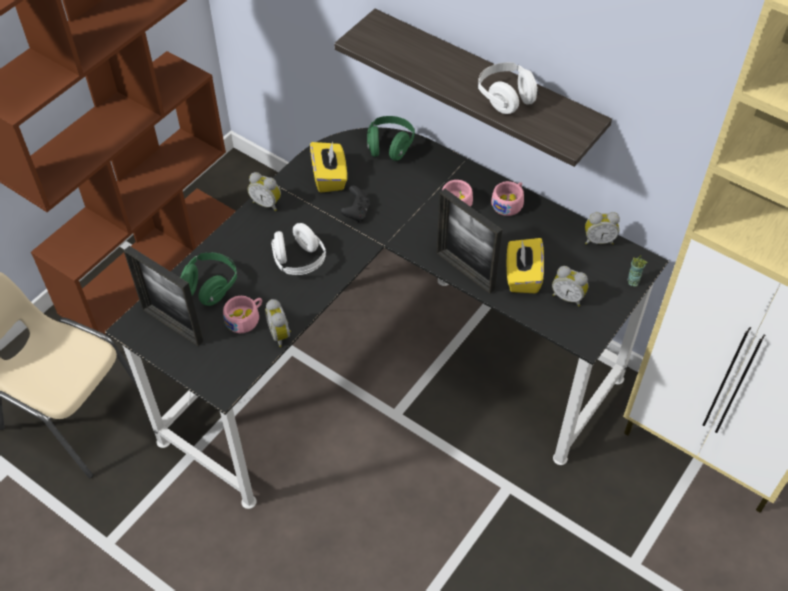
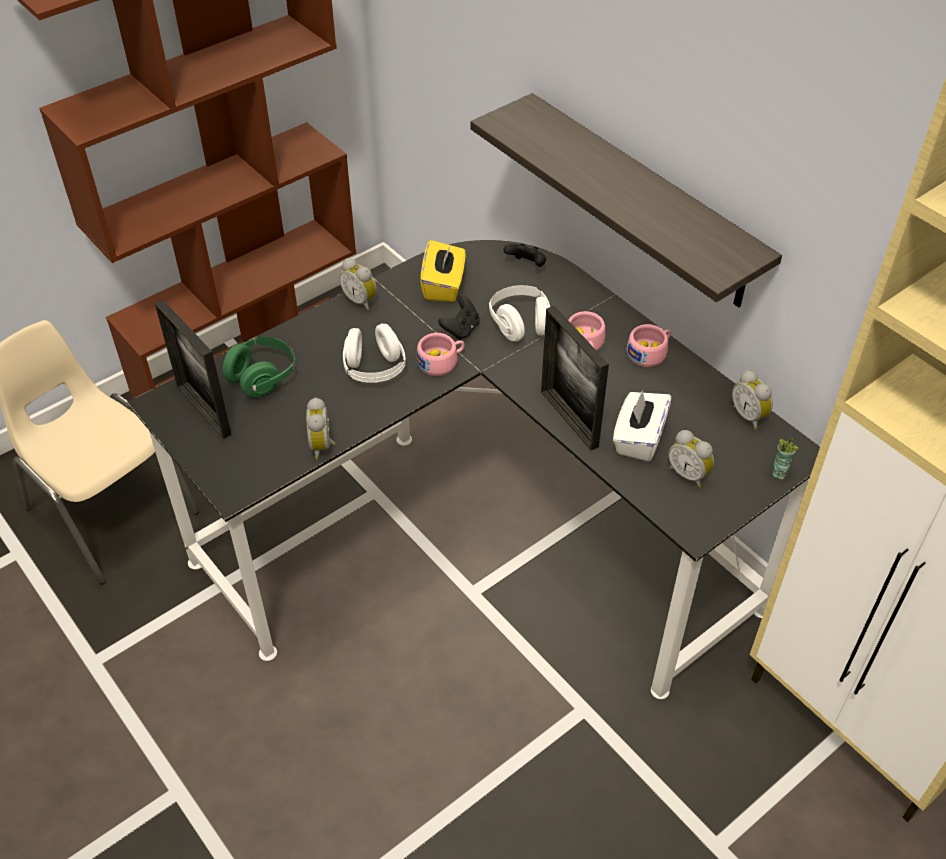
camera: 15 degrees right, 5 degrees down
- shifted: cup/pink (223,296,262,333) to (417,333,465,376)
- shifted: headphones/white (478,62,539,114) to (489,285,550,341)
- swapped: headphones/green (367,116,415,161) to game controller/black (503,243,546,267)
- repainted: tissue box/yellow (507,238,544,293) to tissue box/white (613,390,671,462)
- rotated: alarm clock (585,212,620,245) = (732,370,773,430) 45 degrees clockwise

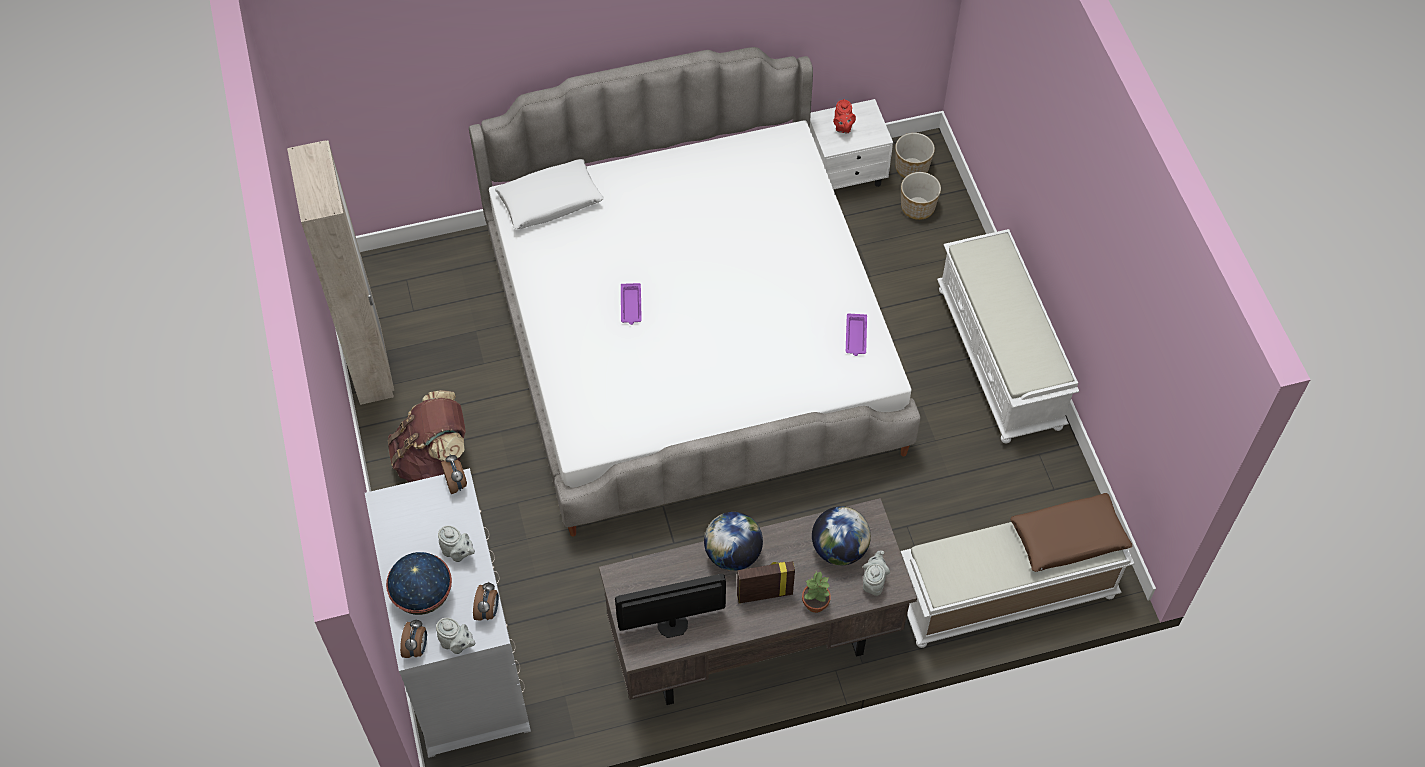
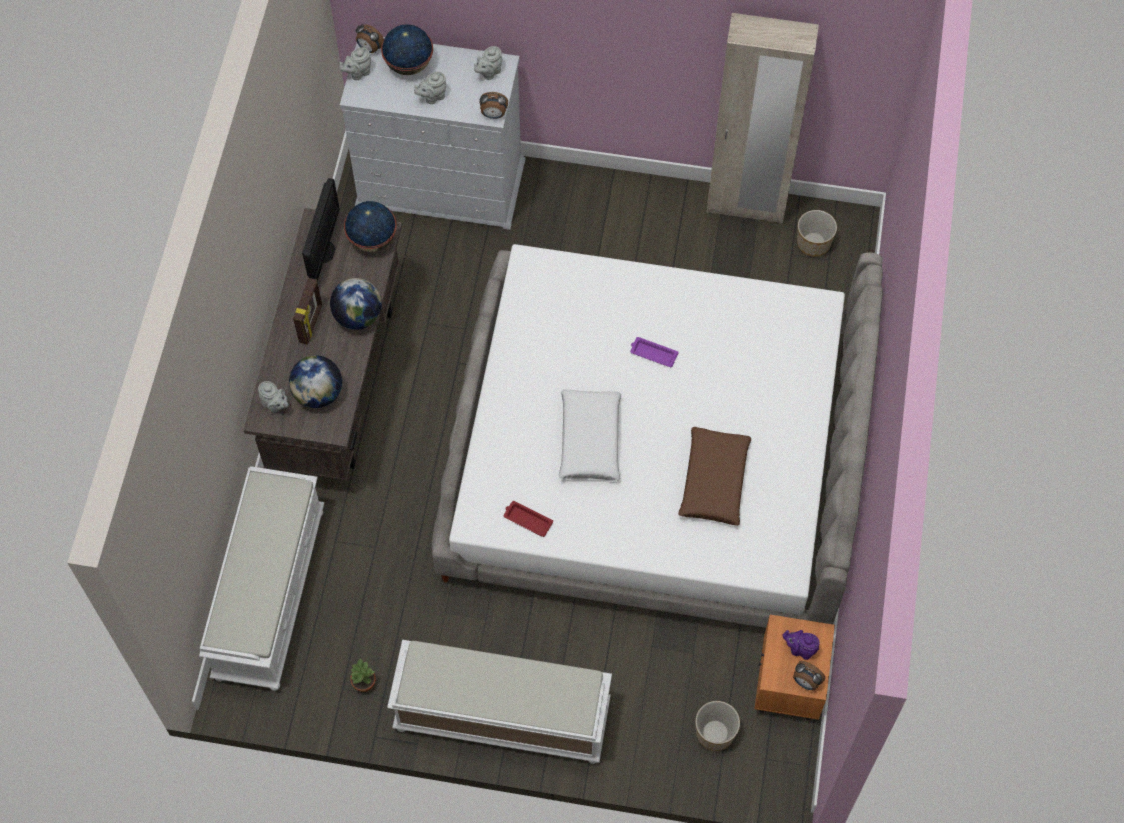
camera: 115 degrees right, 5 degrees up
- gone: backpack/brown (388,390,466,482)
- new: globe (344,201,397,252)
- new: teapot/grey (474,46,502,80)
- shifted: alarm clock (473,582,499,621) to (793,661,825,690)
- shifted: pillow/white (495,159,604,229) to (559,389,621,481)
- shifted: potted plant (802,571,831,613) to (350,658,376,692)
- shifted: planter (895,133,935,178) to (797,210,837,257)
- shifted: pillow/brown (1011,493,1132,572) to (678,427,752,526)
- repainted: nightstand/white (810,99,893,190) to nightstand/orange (754,615,835,720)
- repainted: teapot/red (833,99,856,134) to teapot/purple (782,630,819,660)
- repainted: tray/purple (846,314,867,356) to tray/red (504,501,553,537)

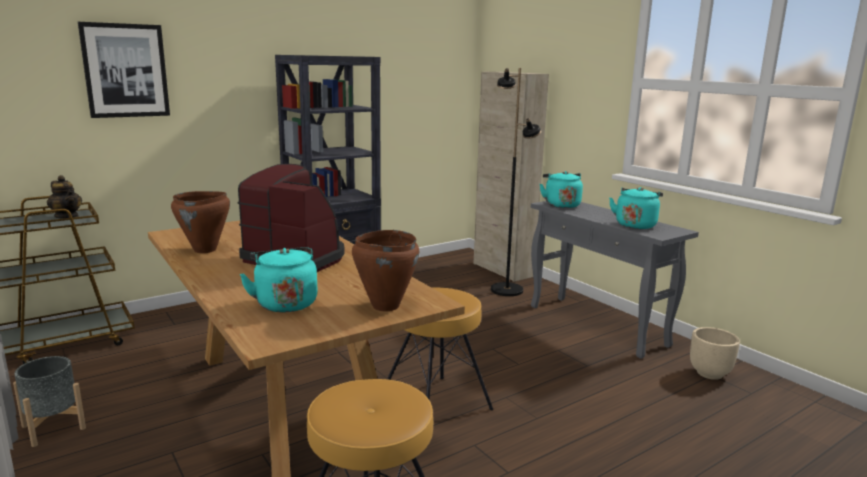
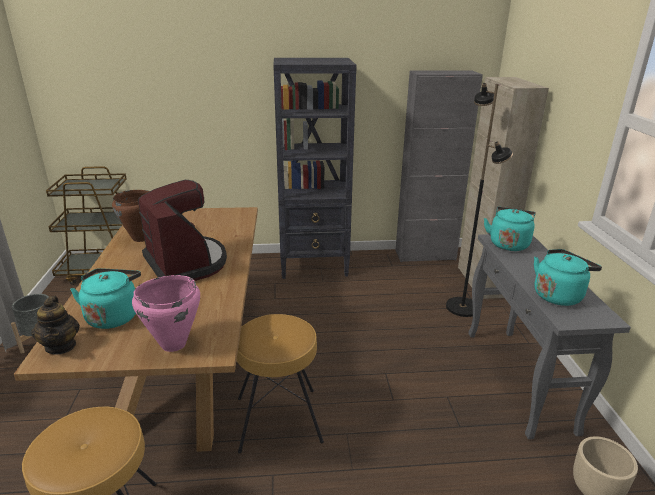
camera: 30 degrees right, 10 degrees up
- gone: picture (78,22,170,118)
- new: cabinet/grey (395,70,483,262)
- shifted: teapot (47,175,82,219) to (31,296,80,355)
- repainted: cooking pot/brown (352,230,419,311) to cooking pot/pink (132,275,200,352)

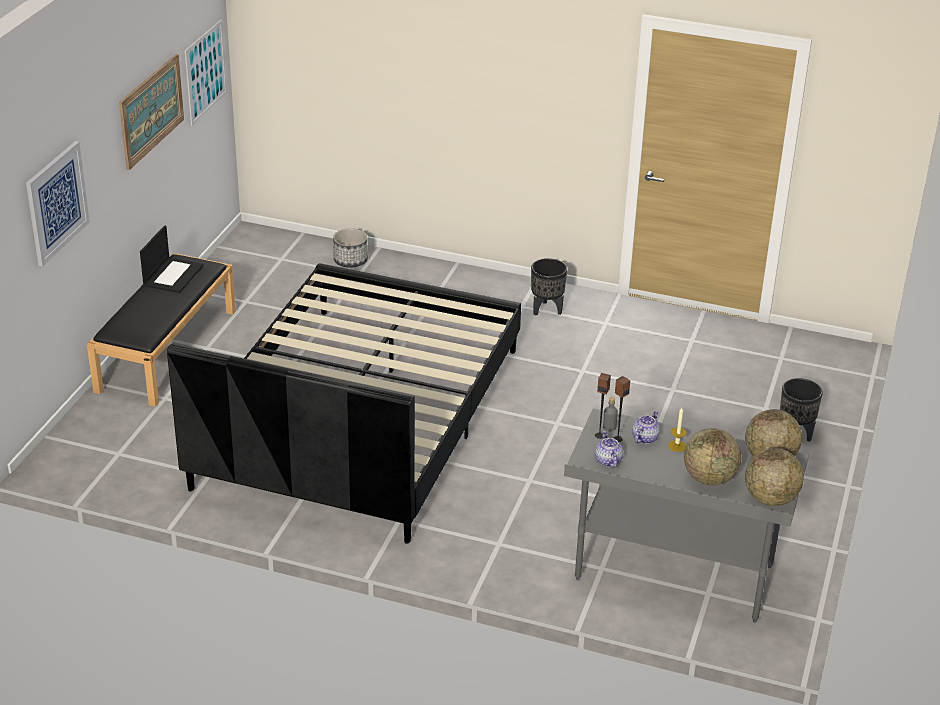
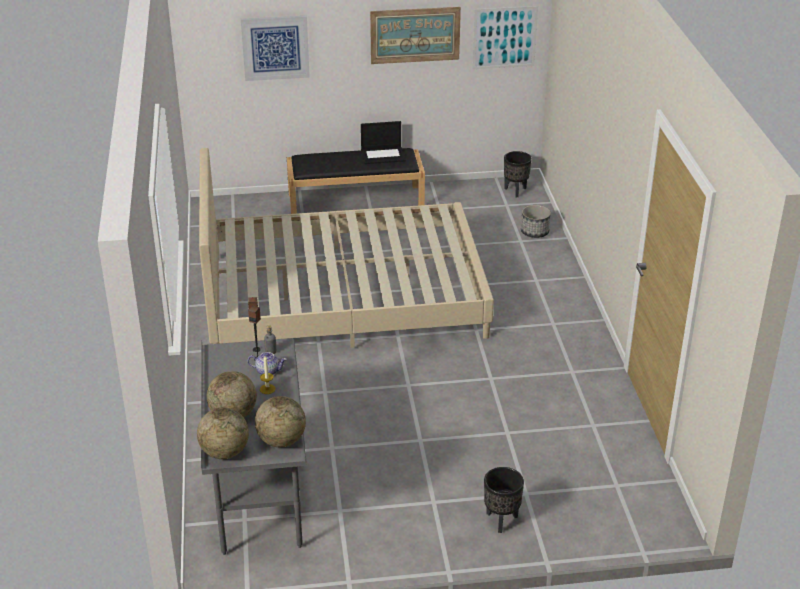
camera: 65 degrees right, 0 degrees up
- gone: teapot (595,431,623,468)
- shifted: planter/black (531,258,567,316) to (504,151,532,197)
- repainted: bed/black (167,263,521,544) to bed/beige (199,148,494,348)

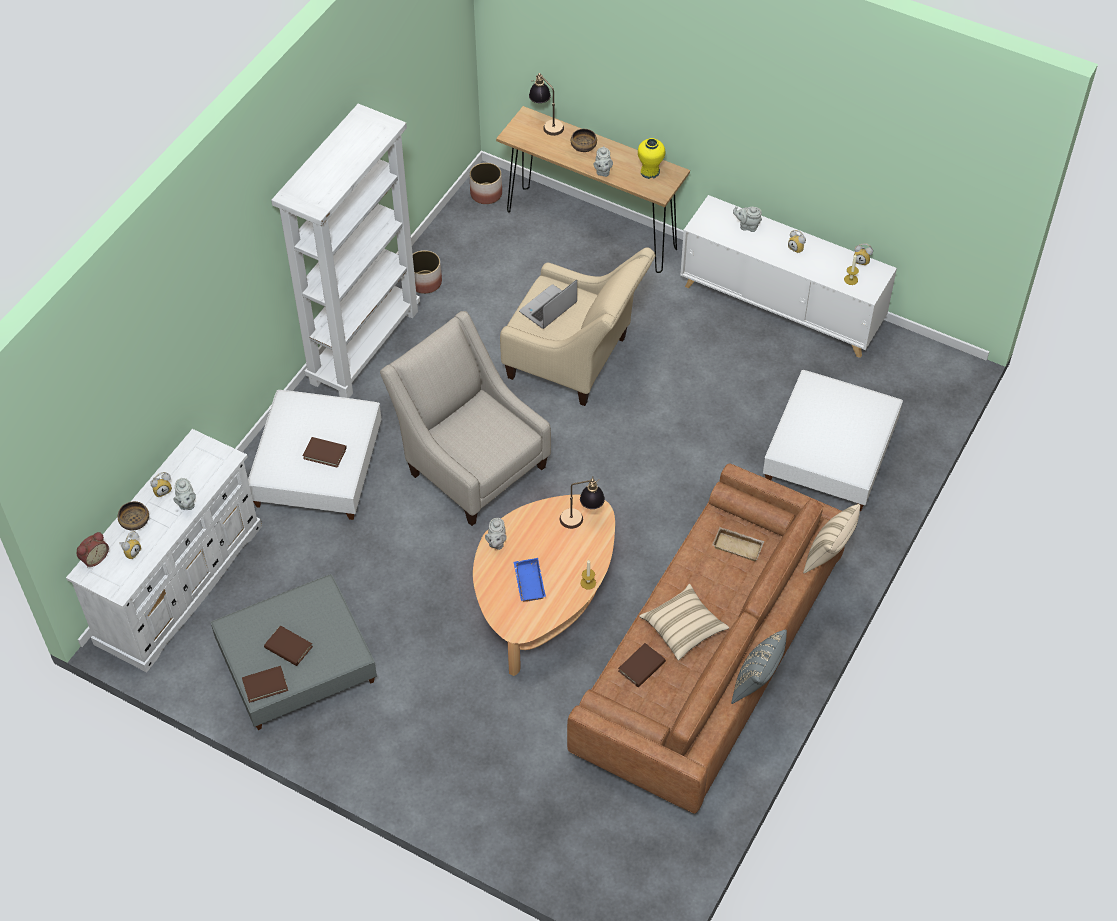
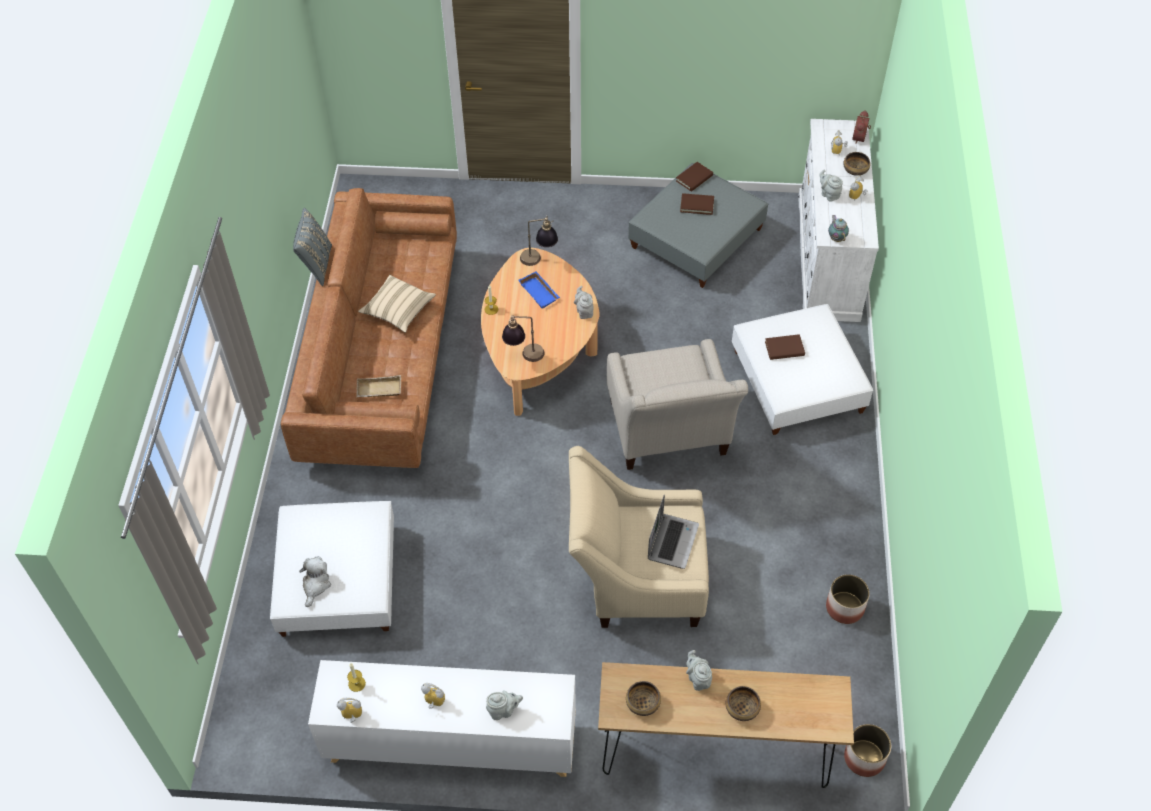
camera: 155 degrees right, 0 degrees up
- gone: bookcase/white (271,104,420,398)
- gone: book/brown (618,643,666,687)
- gone: pillow/beige (803,504,860,574)
- new: plush toy (299,556,331,607)
- new: teapot (828,215,849,242)
- shifted: table lamp (529,73,564,136) to (520,216,558,266)
- swapped: vase/yellow (638,138,666,179) to bowl (626,681,661,716)
- rotated: armchair/beige (380,311,551,526) = (607,339,748,470) 60 degrees clockwise

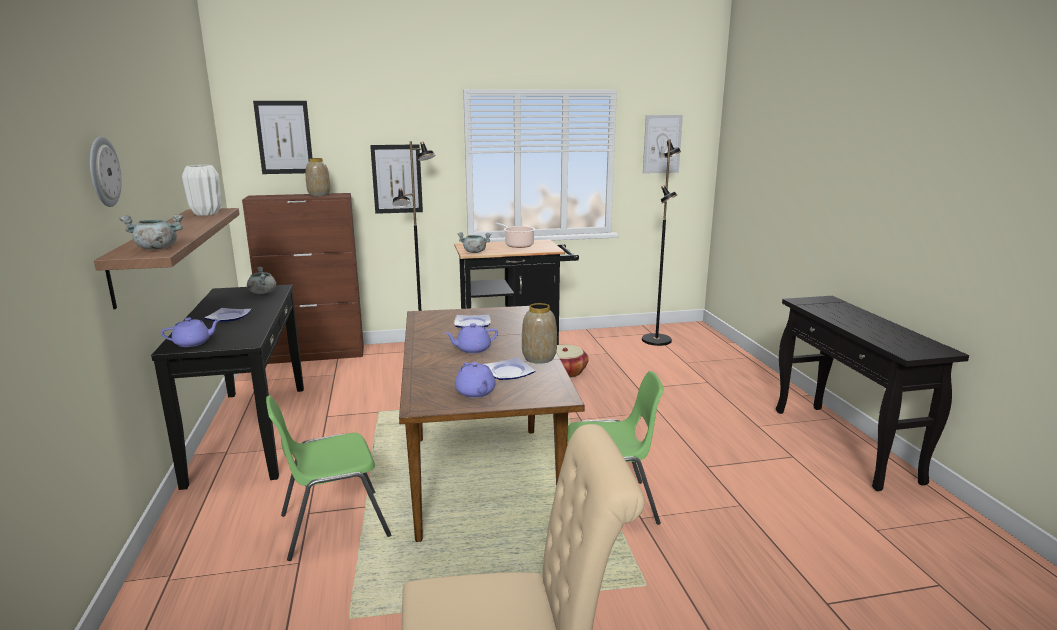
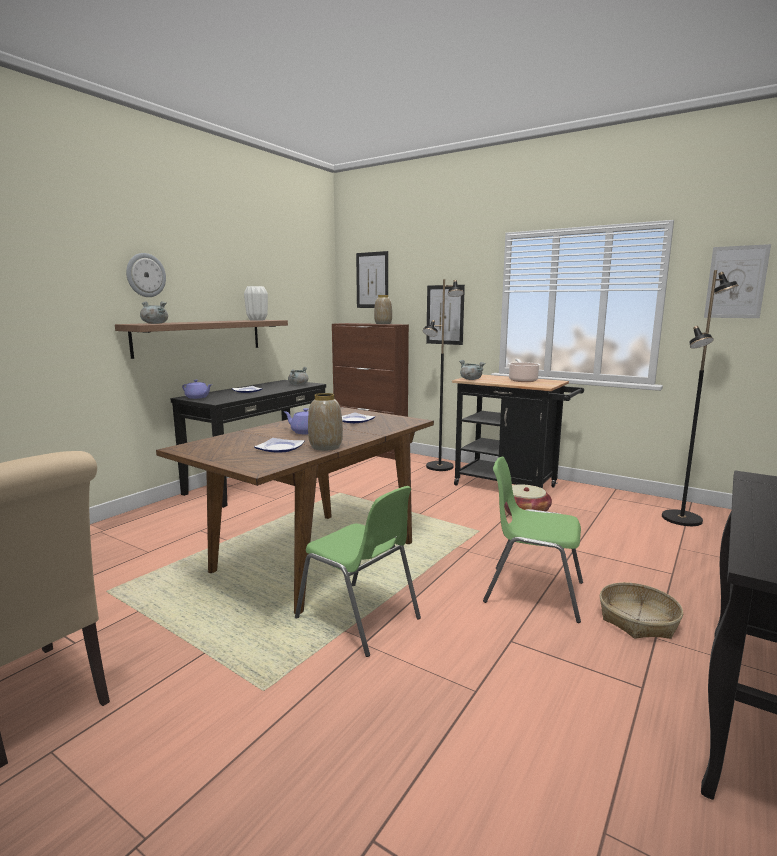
camera: 45 degrees right, 5 degrees down
- gone: teapot/purple (455,362,495,398)
- new: basket (600,582,683,639)
- shifted: chair/green (266,395,392,561) to (483,456,583,623)

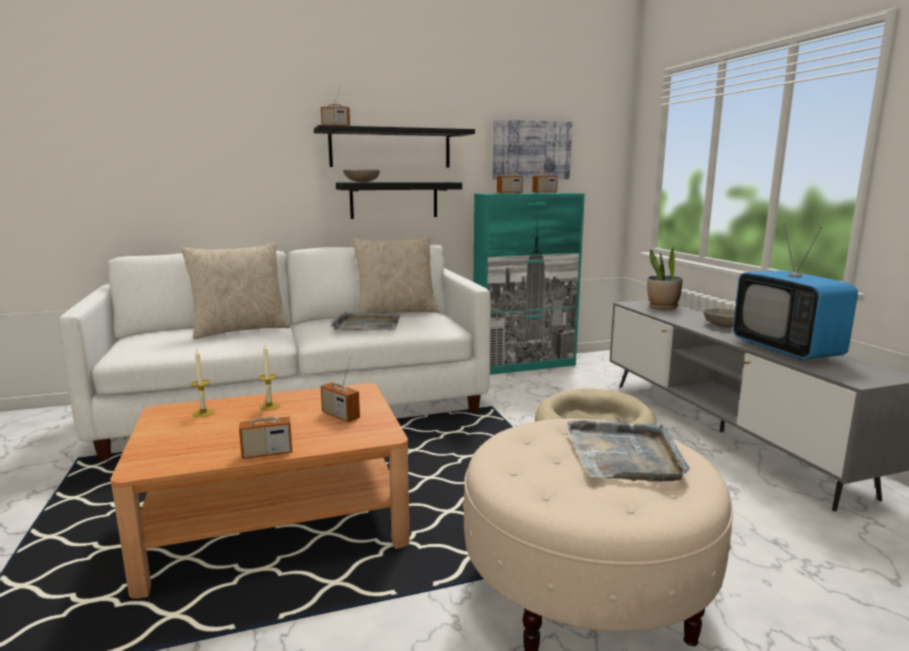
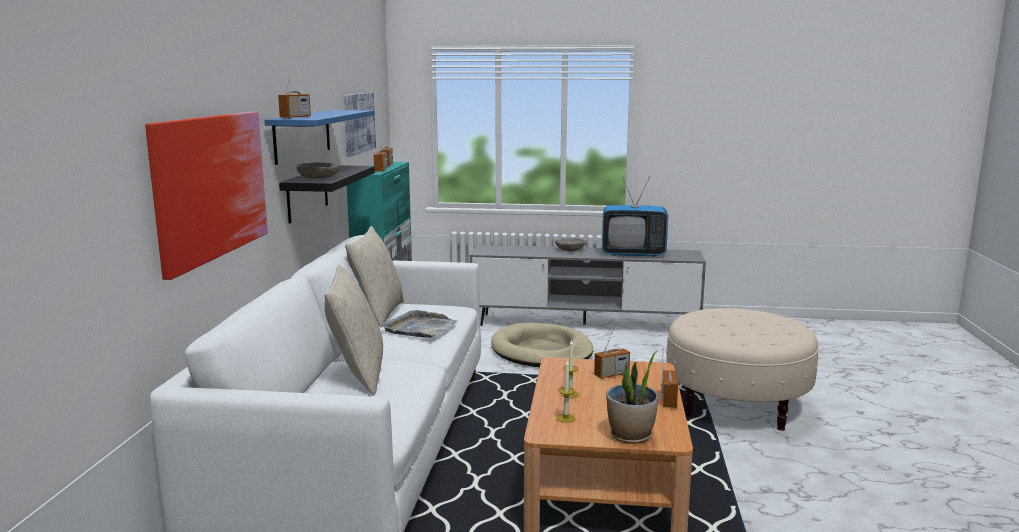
camera: 65 degrees left, 0 degrees up
- gone: tray/grey (567,420,690,482)
- new: picture (145,112,268,280)
- shifted: potted plant (647,247,683,309) to (606,350,658,444)
- repainted: shelf/black (314,125,475,168) to shelf/blue (264,110,374,165)

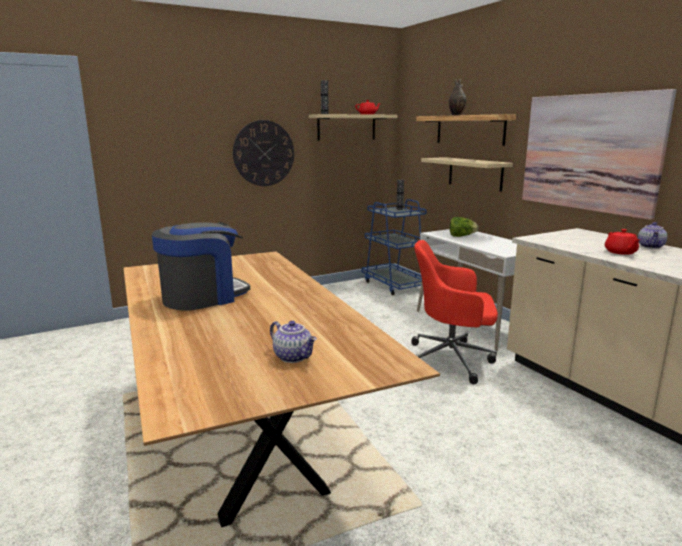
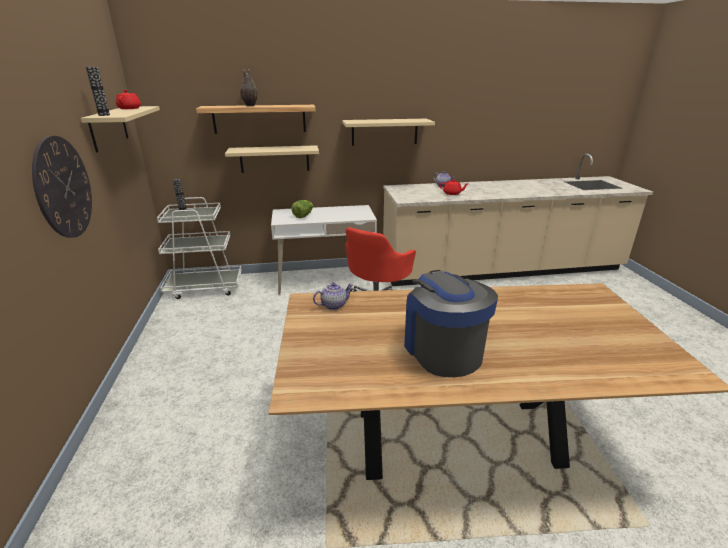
camera: 70 degrees left, 10 degrees up
- shifted: teapot (270,321,317,363) to (313,283,353,310)
- swapped: picture (522,89,676,220) to shelf/beige (342,119,435,146)
- repainted: cart/blue (361,199,427,295) to cart/white (157,197,242,299)

